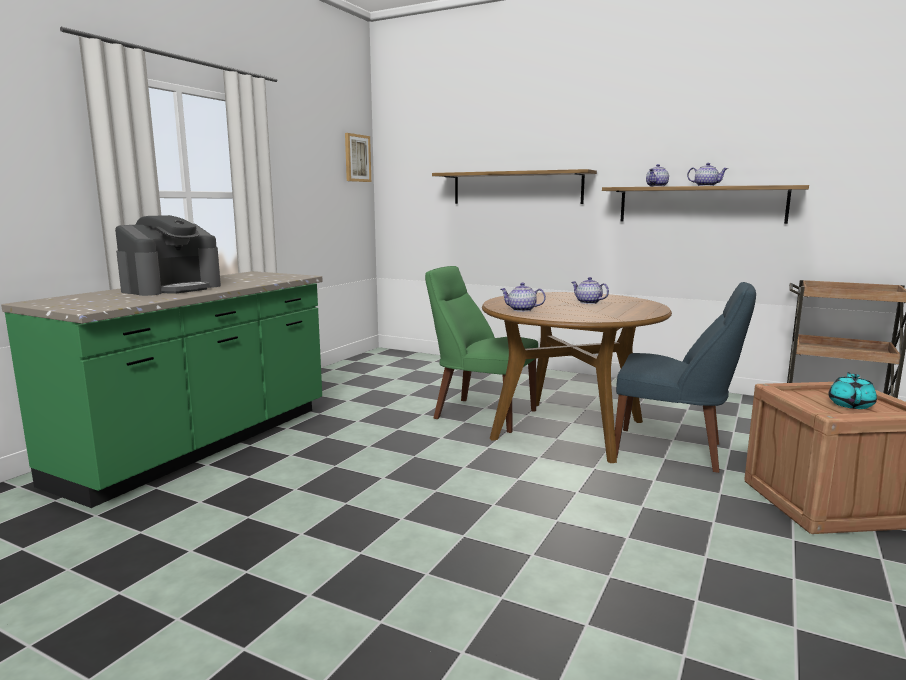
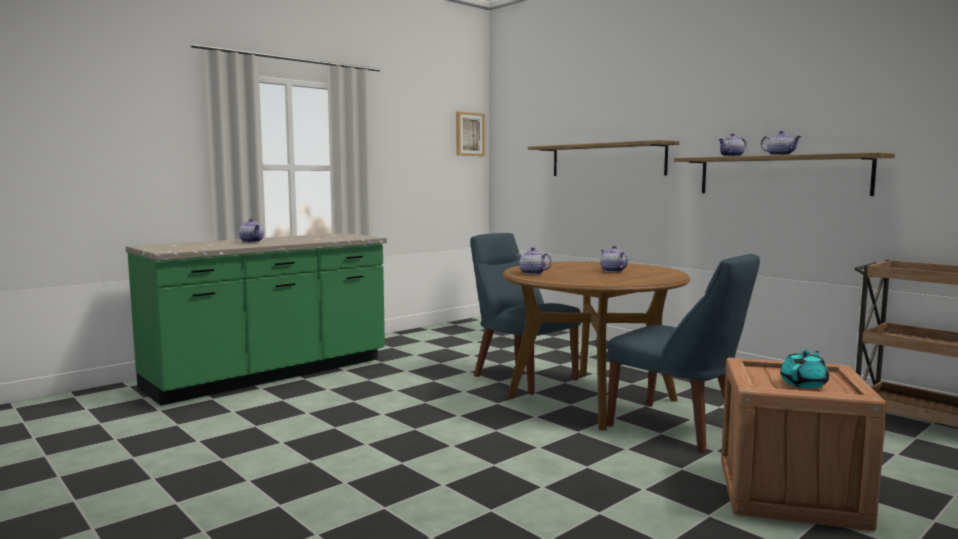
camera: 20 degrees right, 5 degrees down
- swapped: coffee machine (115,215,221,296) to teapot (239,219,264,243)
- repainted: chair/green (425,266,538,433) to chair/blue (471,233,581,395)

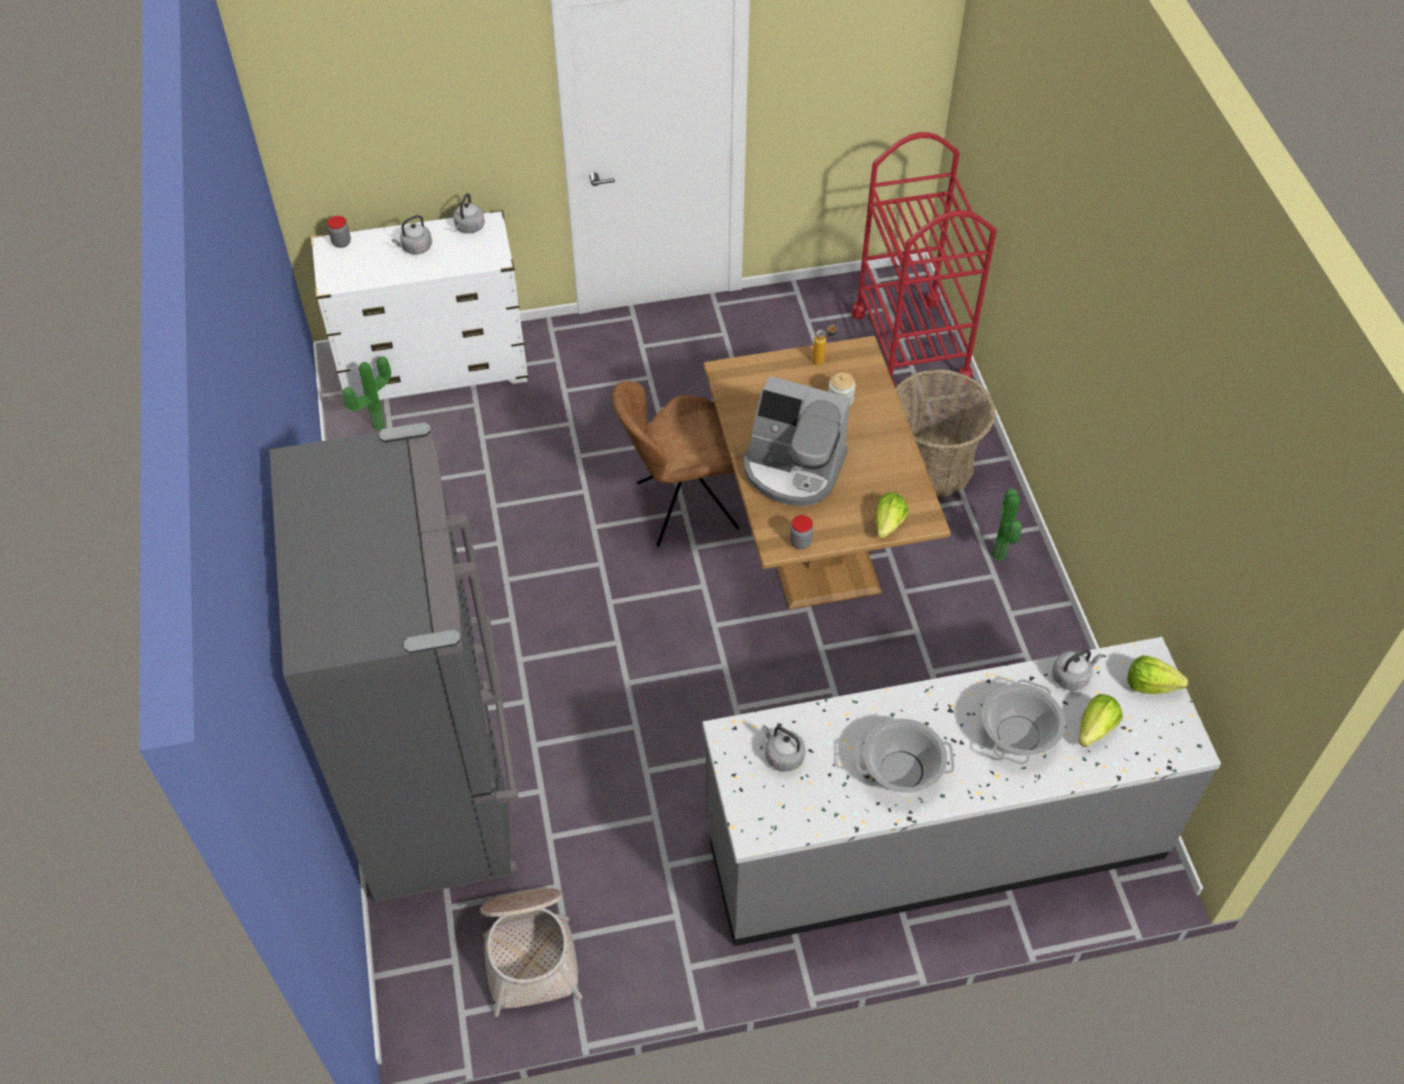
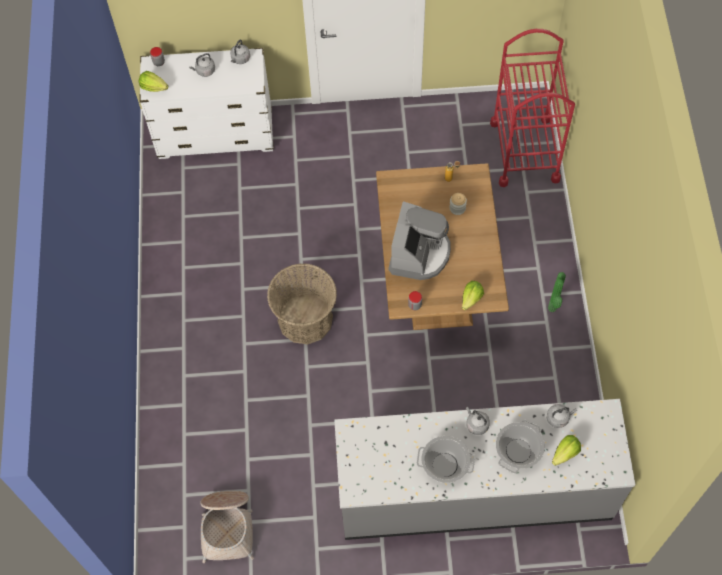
camera: 10 degrees right, 10 degrees up
- gone: fridge/grey (269,423,519,902)
- gone: potted plant (343,356,391,431)
- gone: chair/brown (612,381,739,547)
- shifted: kettle/grey (762,725,805,772) to (466,406,490,435)
- shifted: basket (895,369,996,497) to (267,263,337,344)
- shifted: lettuce (1127,655,1188,694) to (139,71,168,92)
- rotated: coffee machine (744,376,850,507) = (389,201,451,280) 105 degrees counterclockwise

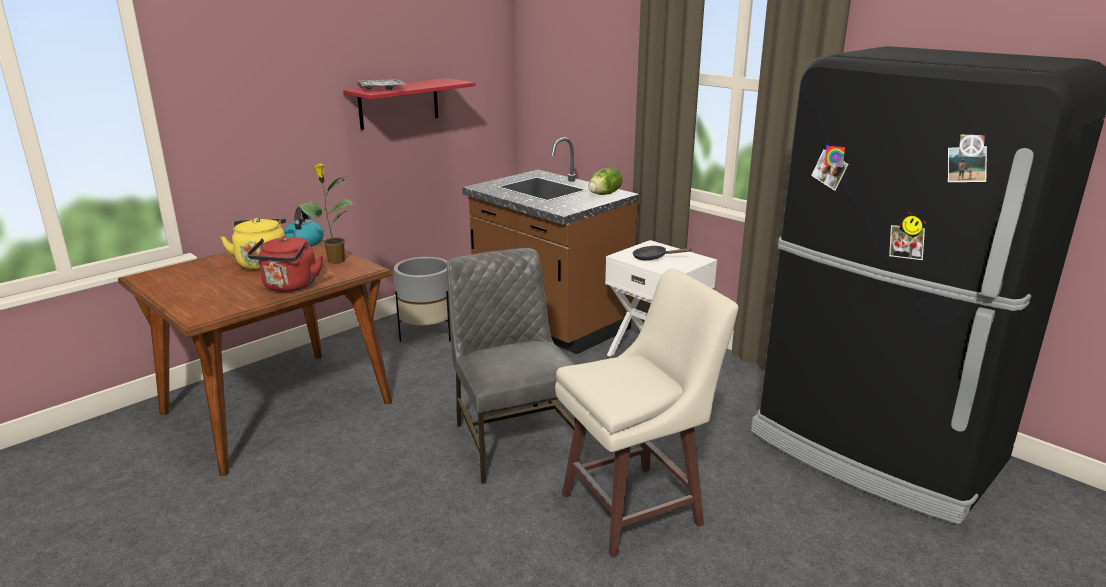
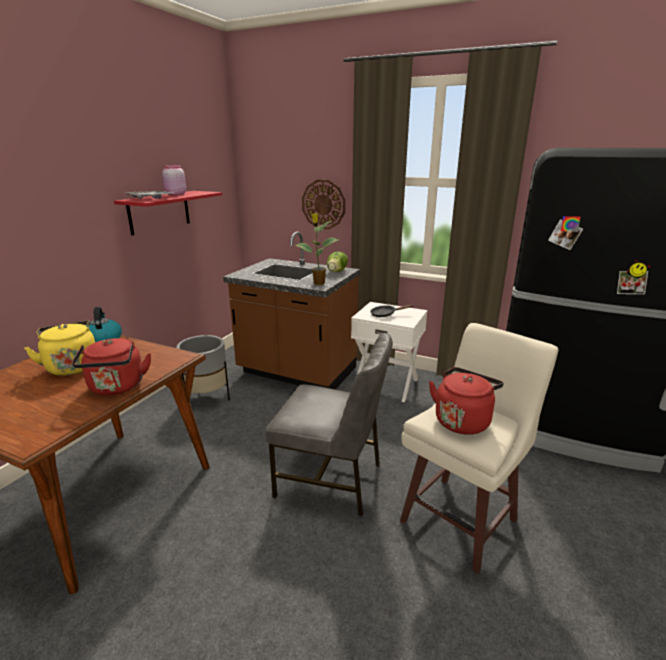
camera: 20 degrees left, 0 degrees up
- new: jar/pink (162,165,186,195)
- new: wall clock (302,180,345,229)
- new: kettle/red (429,367,504,435)
- shifted: potted plant (299,163,355,264) to (295,213,339,285)
- rotated: chair/grey (447,248,580,484) = (265,333,393,516) 150 degrees clockwise

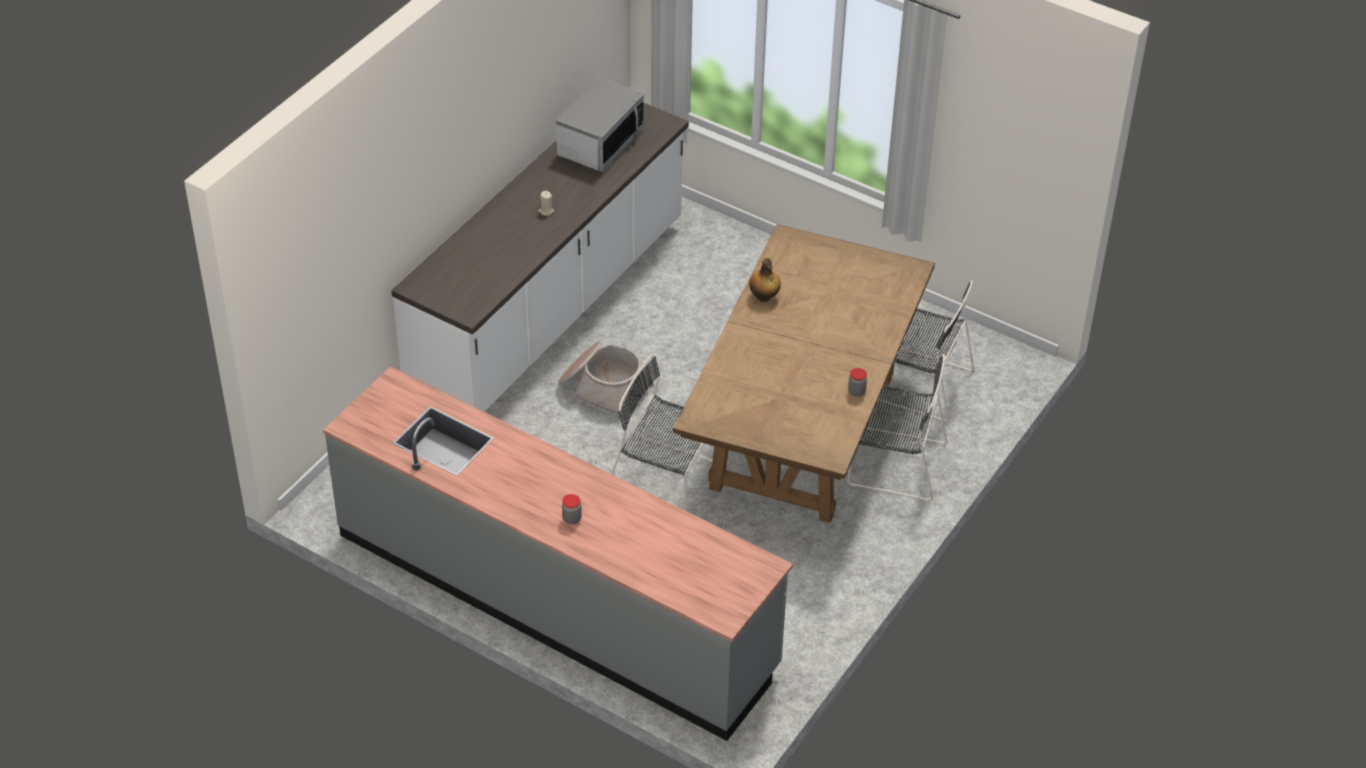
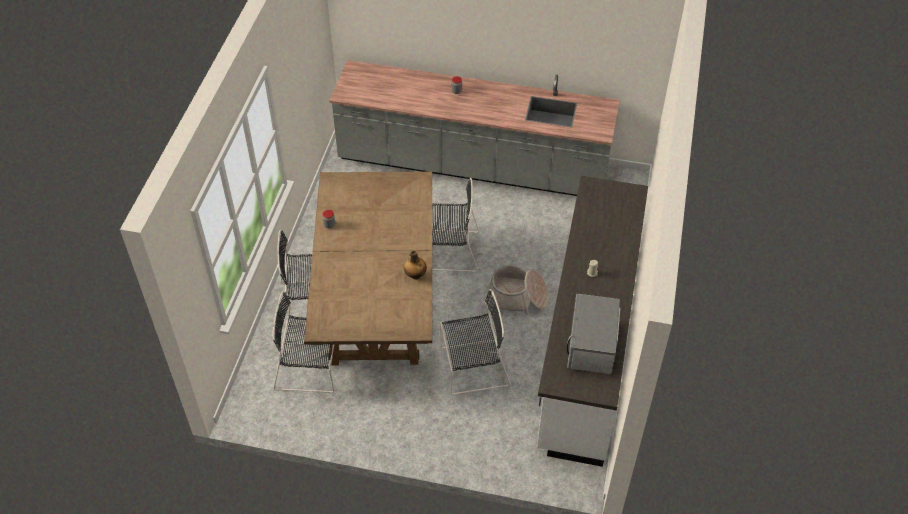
camera: 160 degrees right, 5 degrees up
- new: chair/black (440,289,511,395)

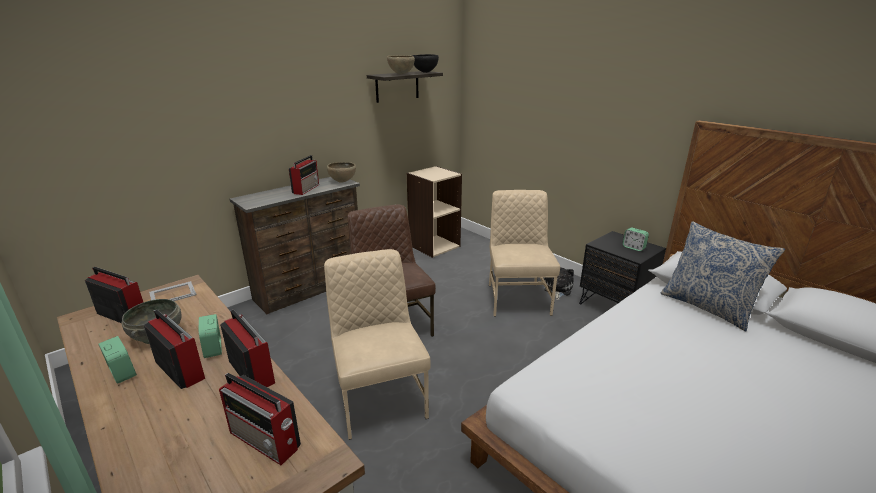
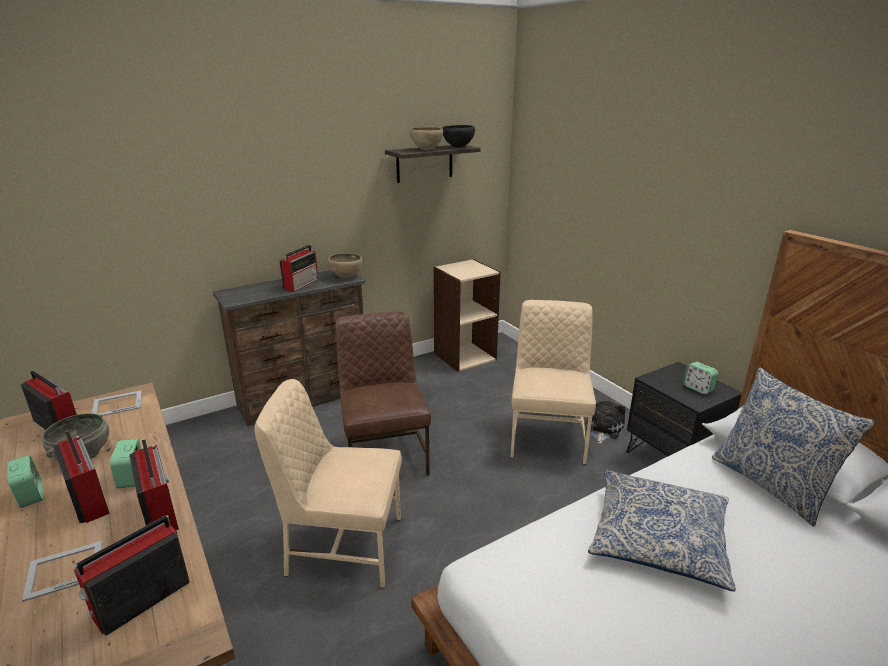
camera: 10 degrees right, 0 degrees up
- new: picture frame (22,541,102,602)
- new: pillow (588,470,736,591)
- rotated: radio (219,373,301,465) = (74,515,190,636) 90 degrees clockwise
- rotated: chair/beige (324,249,431,440) = (254,379,402,589) 75 degrees counterclockwise

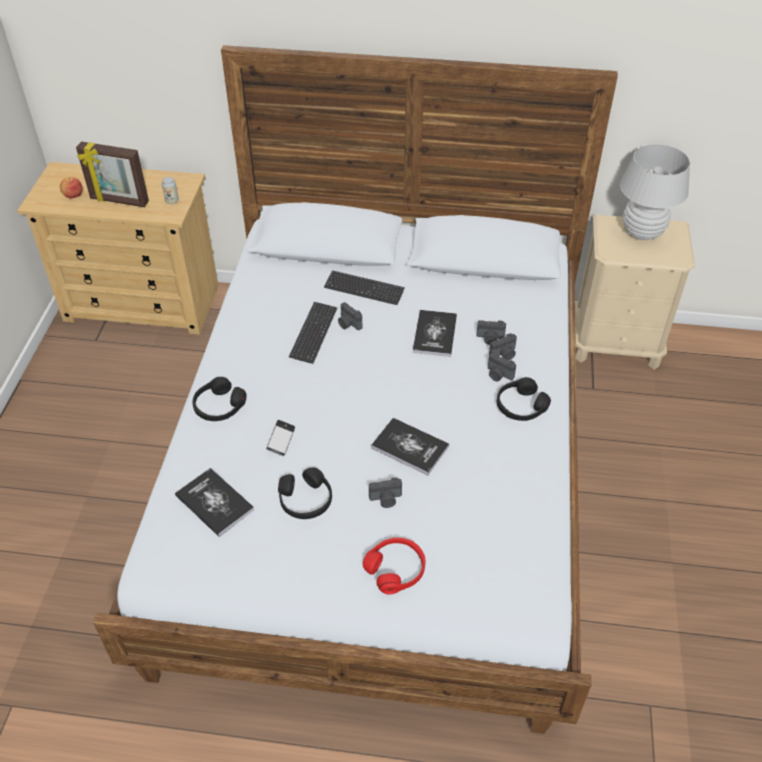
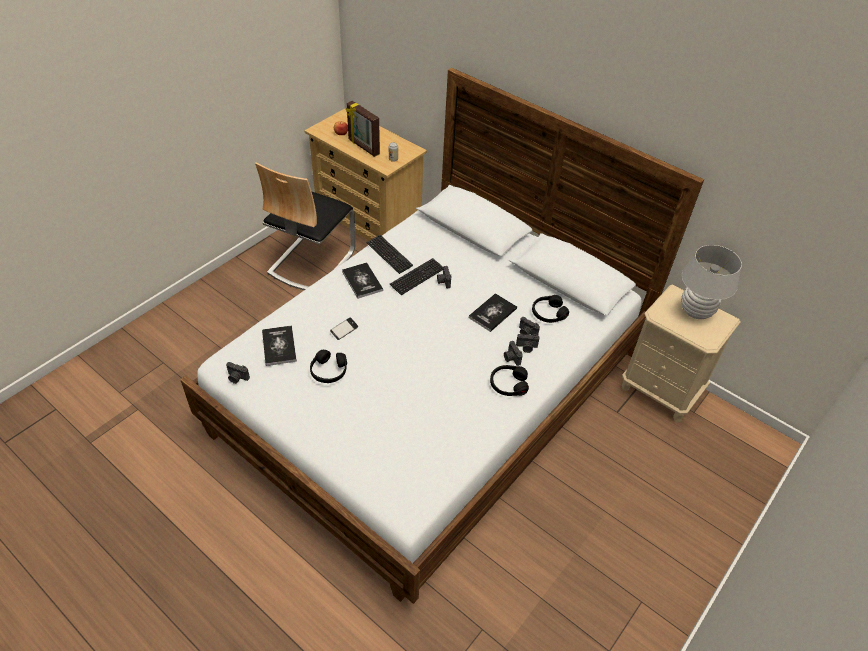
camera: 30 degrees right, 0 degrees up
- gone: headphones/red (363,538,425,595)
- new: chair (255,162,356,290)
- shifted: headphones/black (192,377,247,421) to (532,295,569,323)
- shifted: keyboard (324,270,405,305) to (366,235,413,274)
- shifted: photo camera (369,478,402,508) to (226,362,250,384)
- shifted: book (371,418,449,475) to (342,262,383,299)

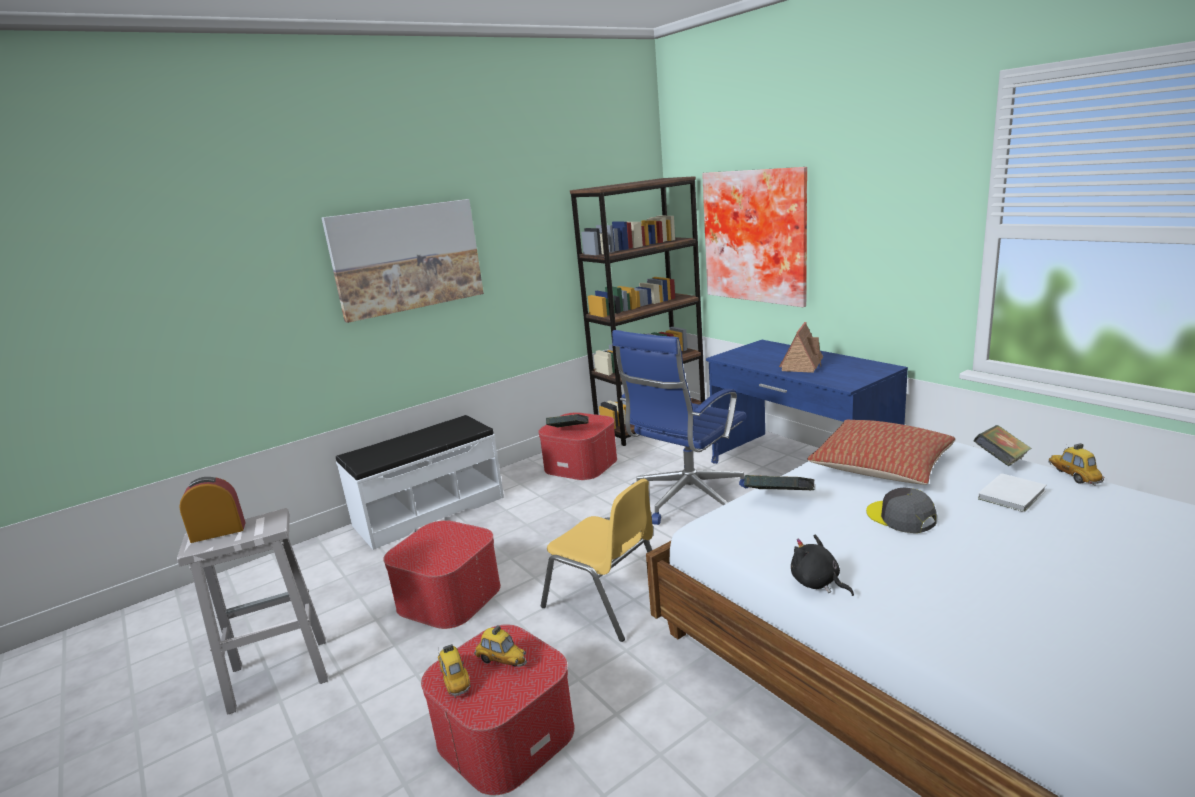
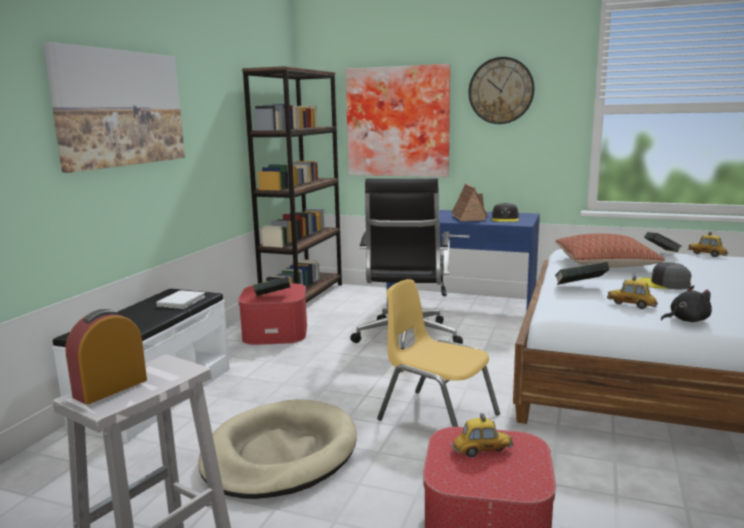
camera: 35 degrees left, 5 degrees down
- new: wall clock (469,57,534,124)
- new: cap/grey (492,203,519,222)
- shifted: toy car (438,644,471,698) to (607,275,658,309)
- shifted: book/white (978,473,1047,512) to (157,290,205,309)
- swapped: ottoman (383,520,501,629) to dog bed/beige (198,399,357,499)
- repainted: office chair/blue (612,330,748,525) to office chair/black (350,178,463,349)
- rotated: chair/yellow (541,479,653,642) = (377,279,500,427) 150 degrees counterclockwise
- rotated: plush toy/black (791,534,854,596) = (661,285,712,322) 150 degrees clockwise

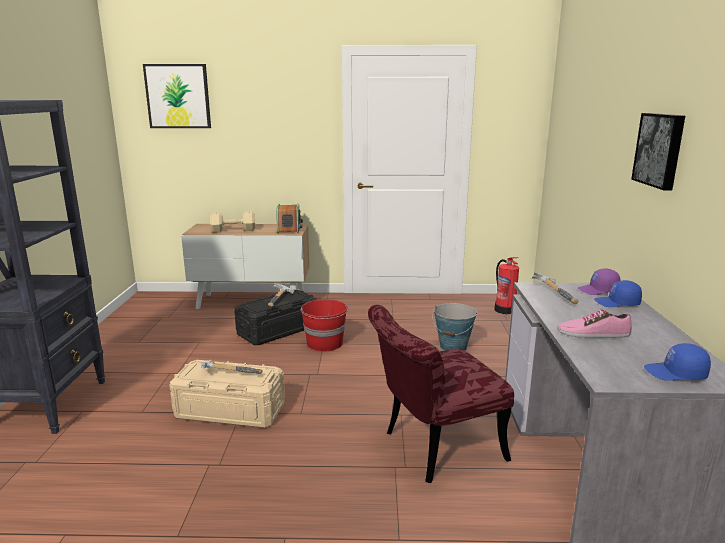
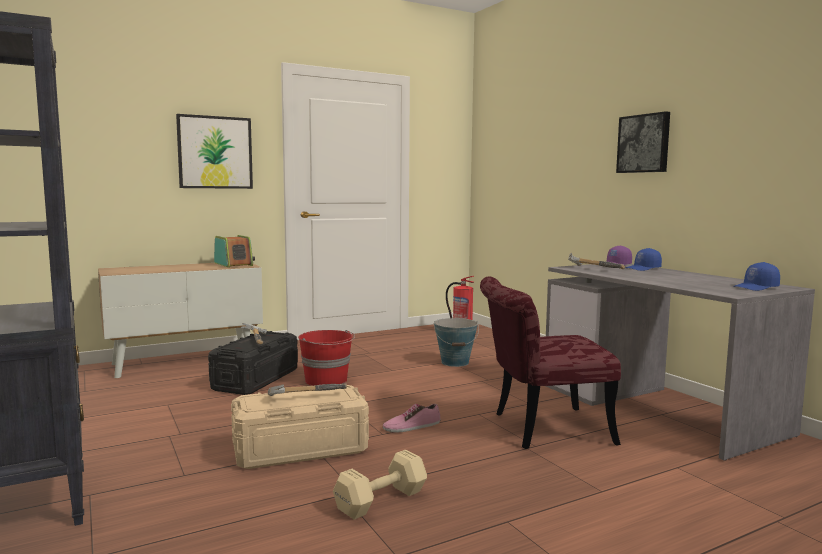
camera: 30 degrees left, 10 degrees down
- shifted: picture (143,64,211,128) to (176,114,253,189)
- shifted: dumbbell/beige (210,211,255,233) to (333,450,427,520)
- shifted: shoe (557,309,632,338) to (383,404,441,433)
- rotated: chair/red (368,305,514,483) = (480,277,621,449) 45 degrees clockwise

